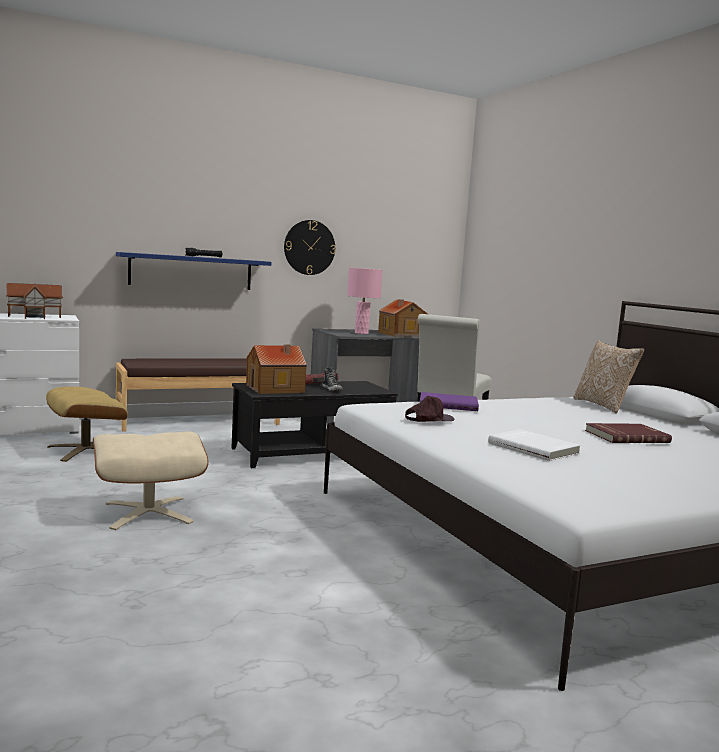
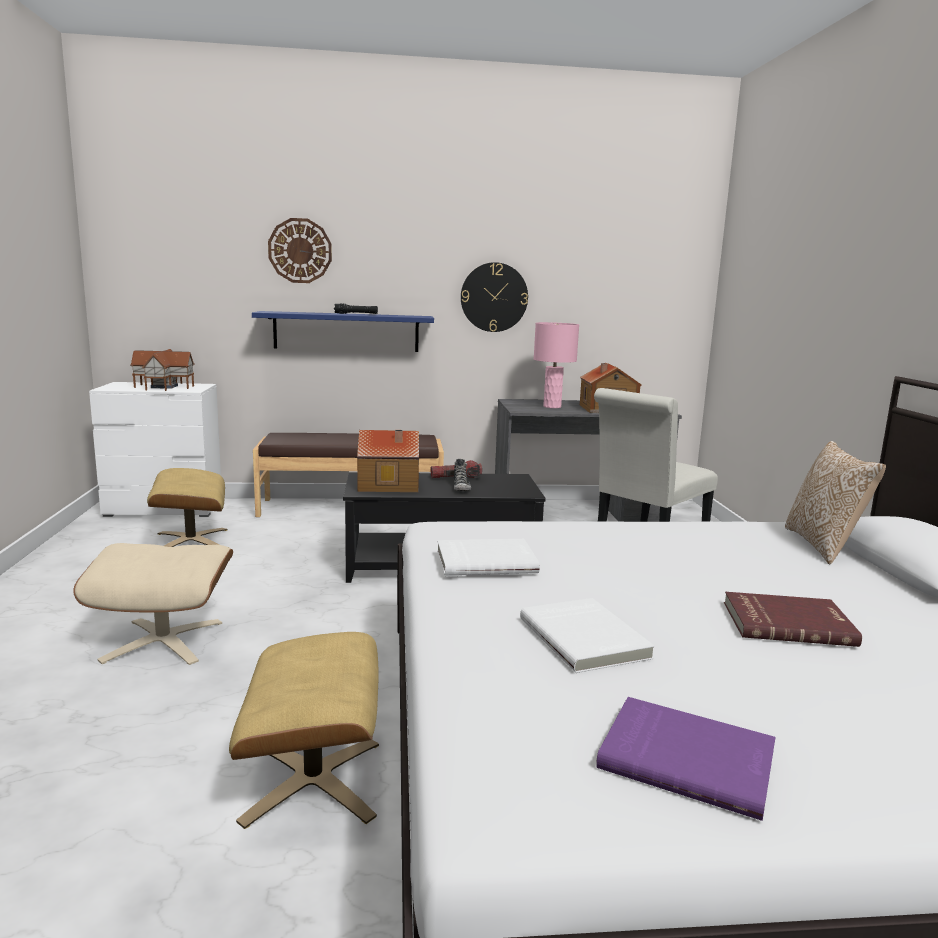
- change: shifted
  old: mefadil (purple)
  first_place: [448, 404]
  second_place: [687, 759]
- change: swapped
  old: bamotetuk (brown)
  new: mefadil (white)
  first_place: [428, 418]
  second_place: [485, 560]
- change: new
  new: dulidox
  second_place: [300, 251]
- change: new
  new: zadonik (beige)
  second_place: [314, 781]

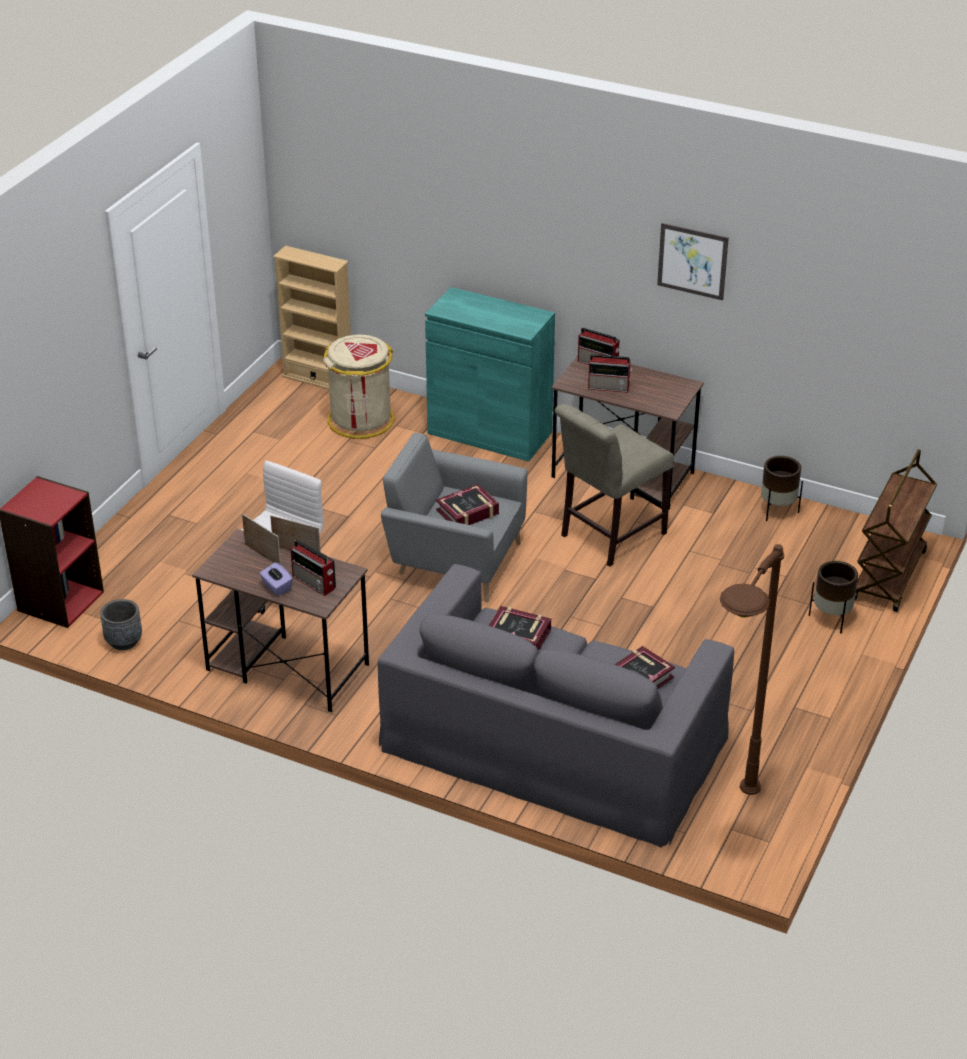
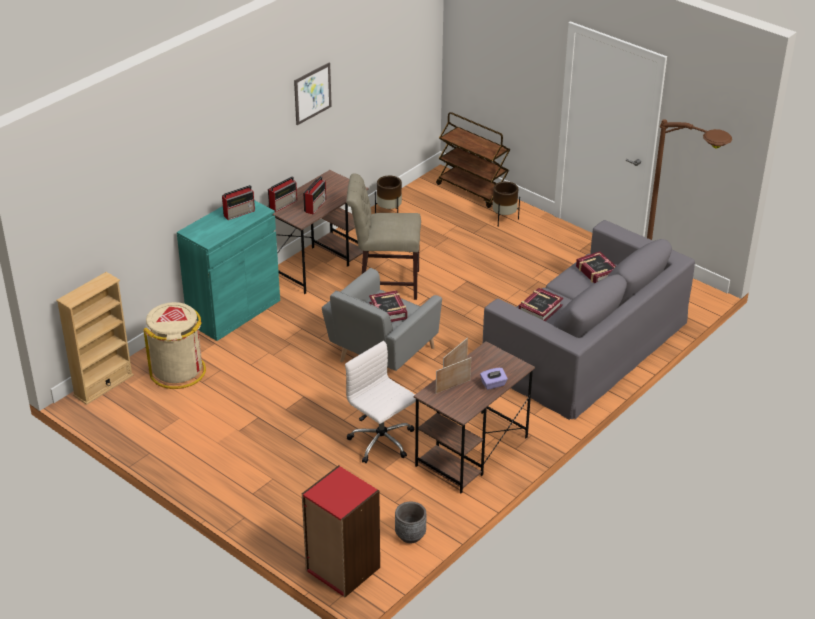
- change: rotated
  old: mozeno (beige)
  first_place: [608, 536]
  second_place: [385, 283]
  degrees: 120
- change: shifted
  old: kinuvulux
  first_place: [314, 583]
  second_place: [239, 213]

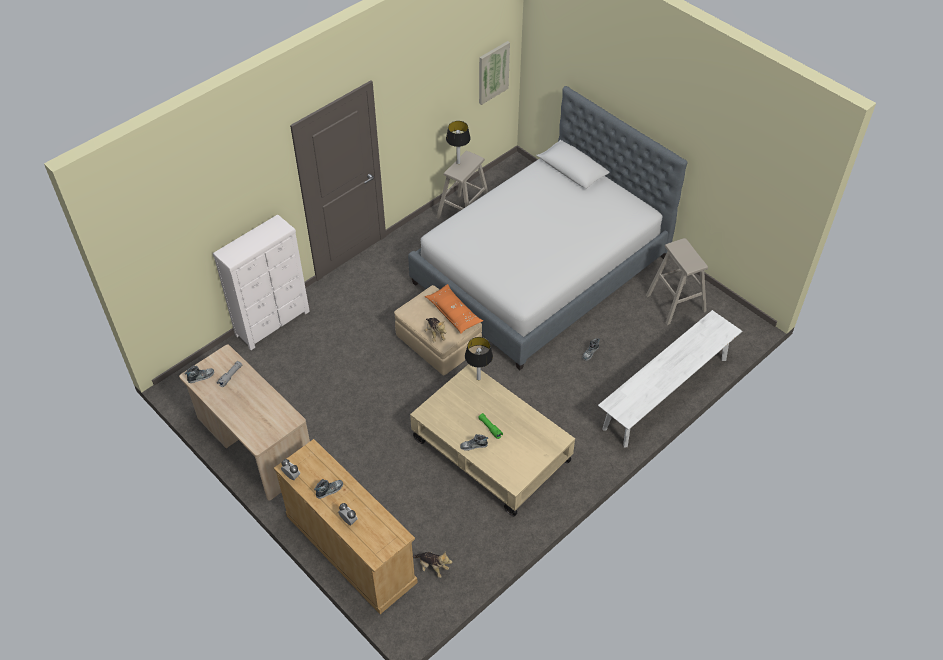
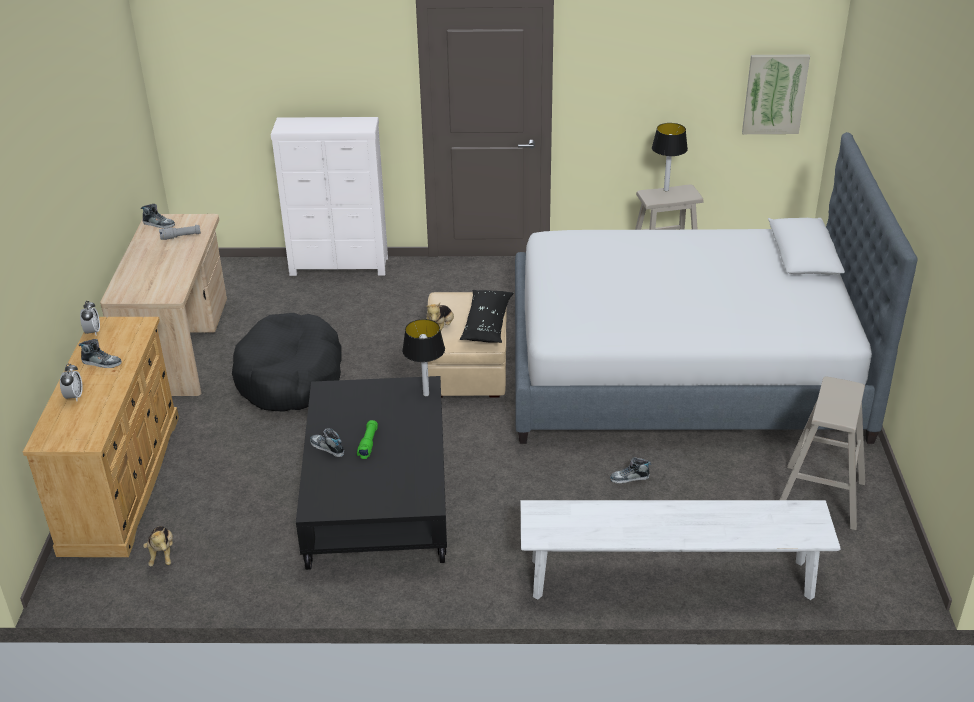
- change: repainted
  old: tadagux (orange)
  new: tadagux (black)
  first_place: [454, 313]
  second_place: [487, 324]
- change: repainted
  old: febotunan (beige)
  new: febotunan (black)
  first_place: [491, 450]
  second_place: [379, 495]
- change: new
  new: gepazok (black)
  second_place: [290, 377]

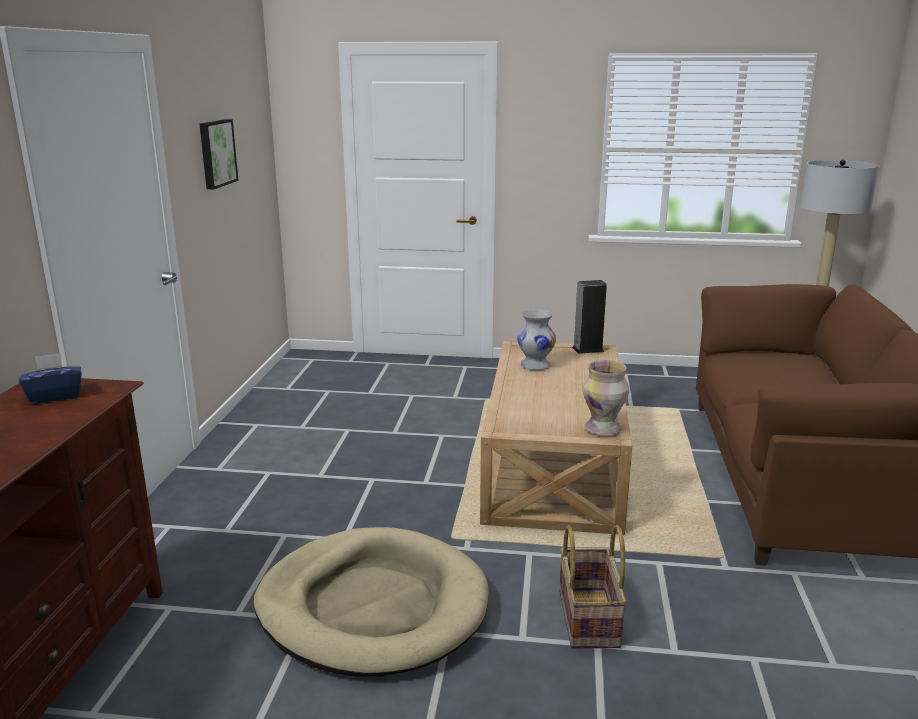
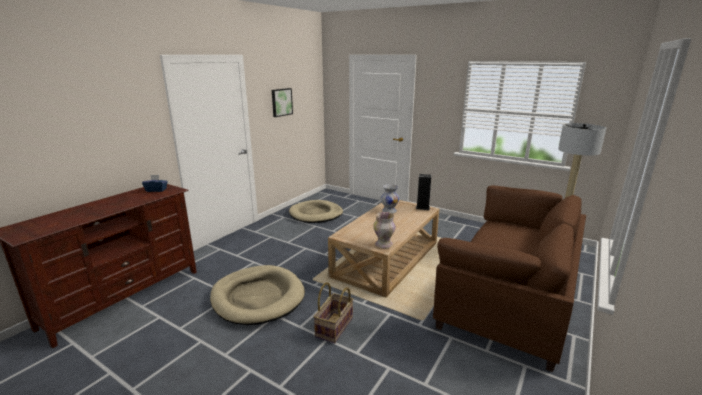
- change: new
  new: gepazok (beige)
  second_place: [316, 214]

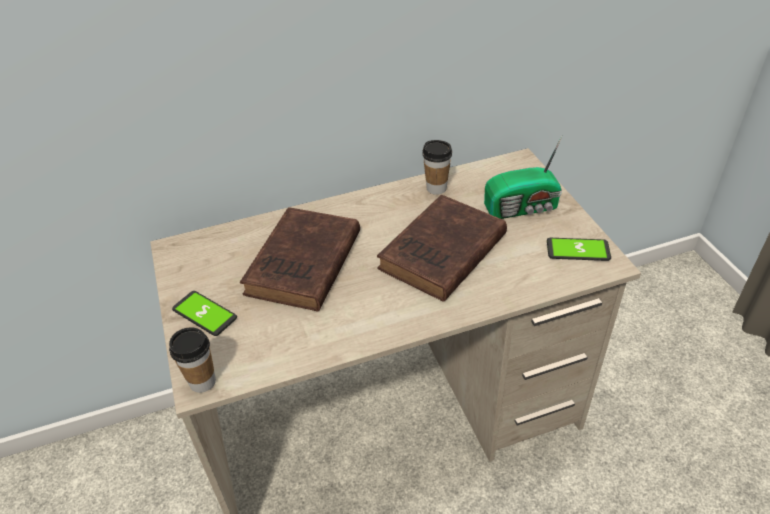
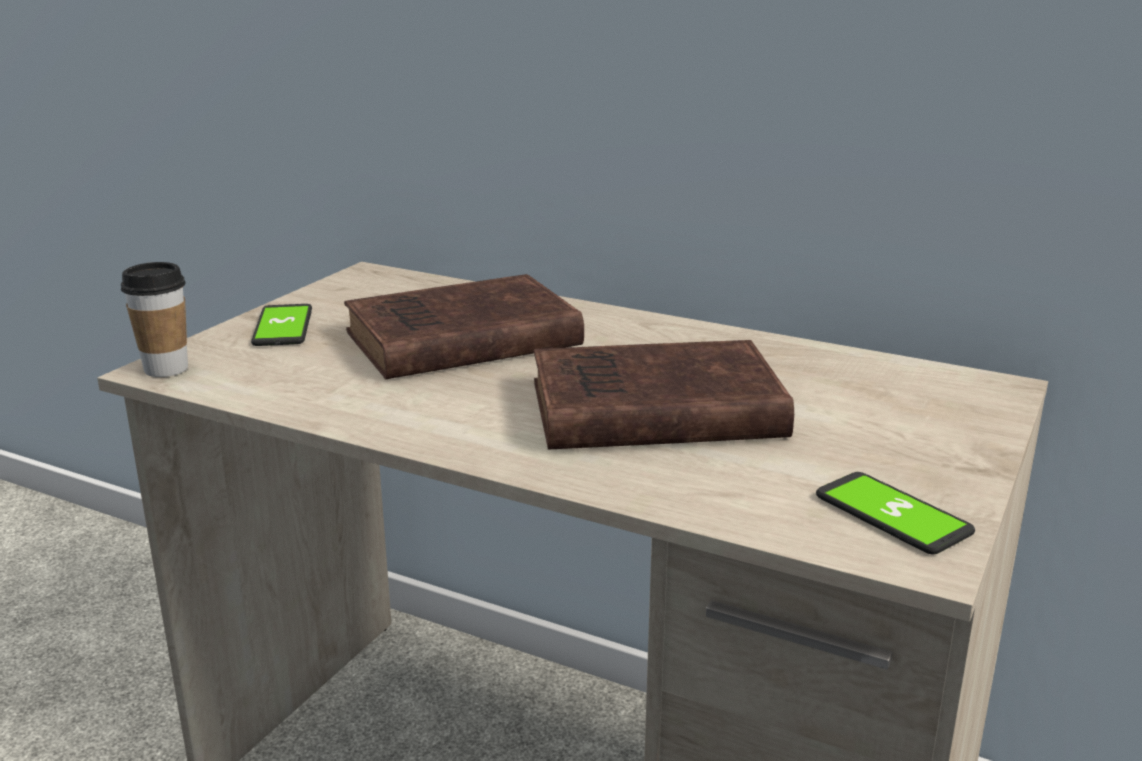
- change: gone
  old: kinuvulux
  first_place: [523, 208]
- change: gone
  old: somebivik
  first_place: [436, 188]

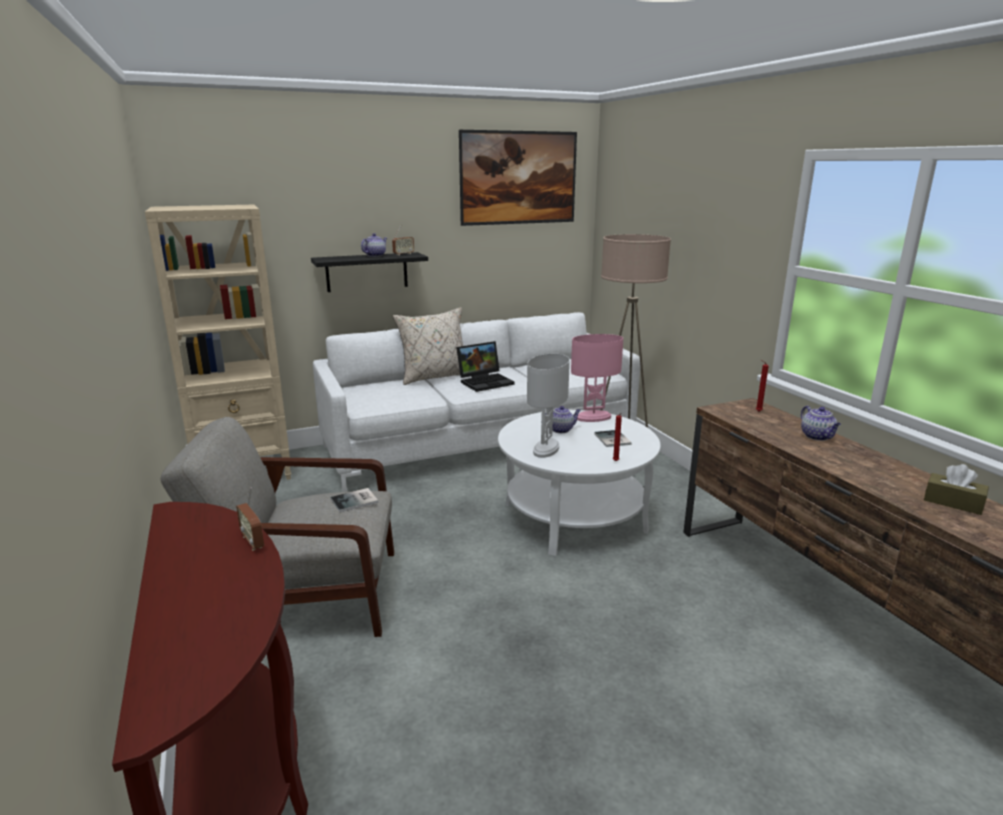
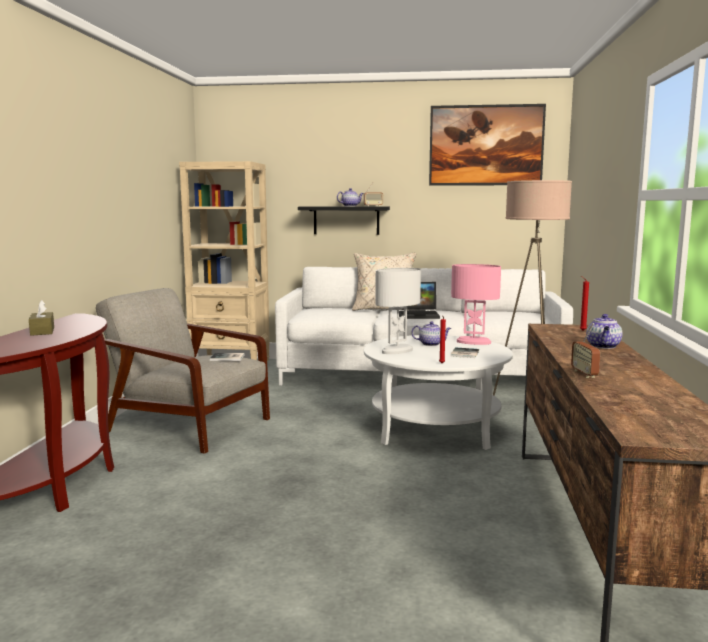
- change: shifted
  old: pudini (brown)
  first_place: [953, 502]
  second_place: [42, 331]
- change: shifted
  old: kinuvulux
  first_place: [253, 542]
  second_place: [584, 374]

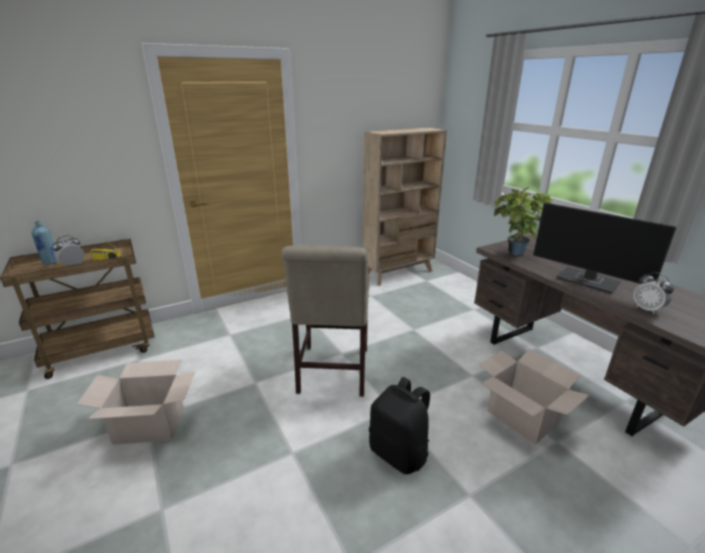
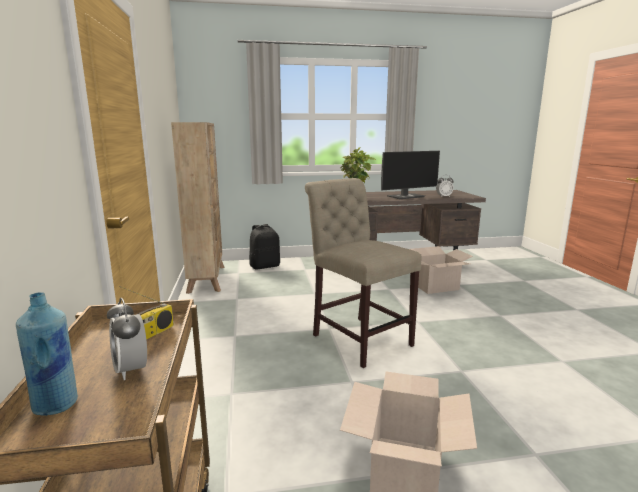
- change: rotated
  old: mozeno (beige)
  first_place: [332, 373]
  second_place: [358, 337]
  degrees: -150
- change: shifted
  old: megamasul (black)
  first_place: [399, 453]
  second_place: [265, 266]

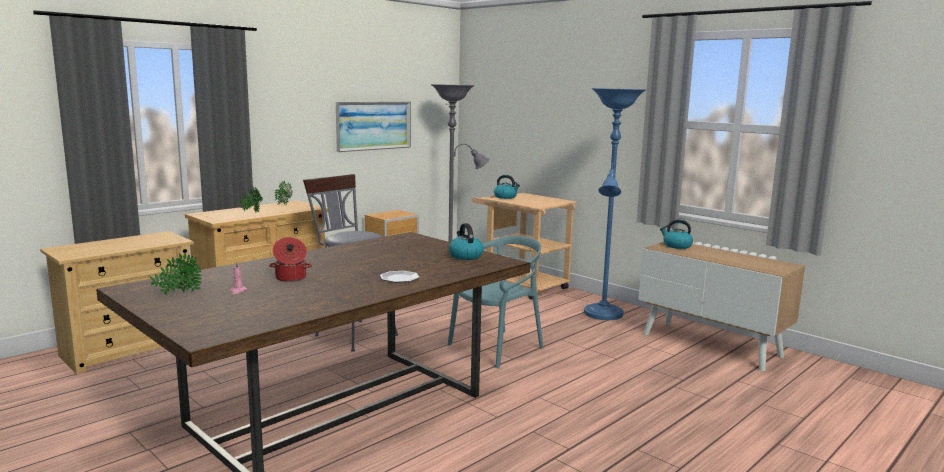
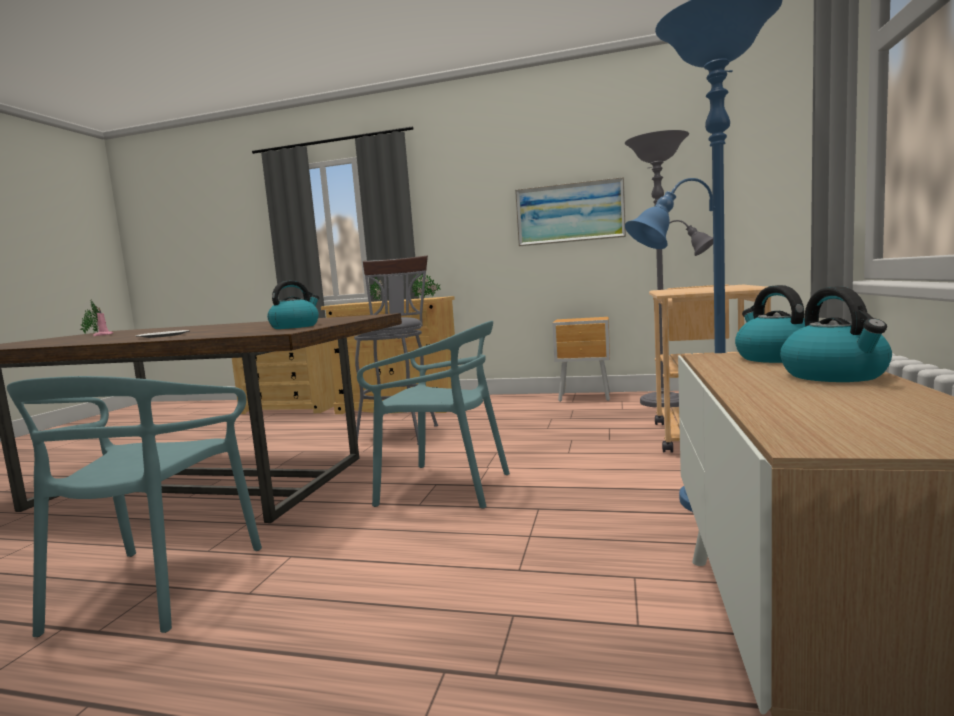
- change: shifted
  old: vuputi
  first_place: [506, 197]
  second_place: [835, 375]
- change: gone
  old: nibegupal
  first_place: [290, 278]
- change: new
  new: mozeno (turquoise)
  second_place: [156, 585]

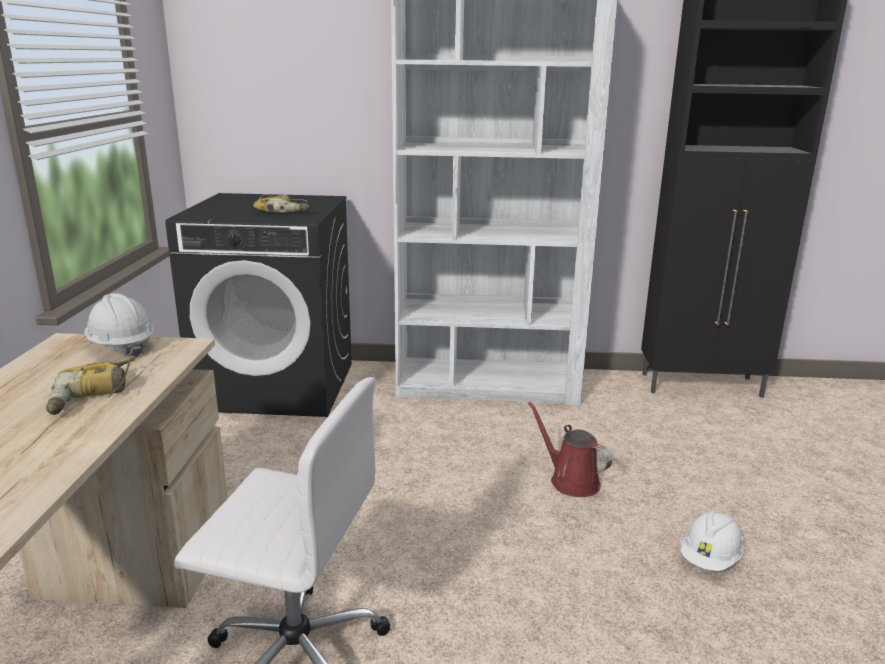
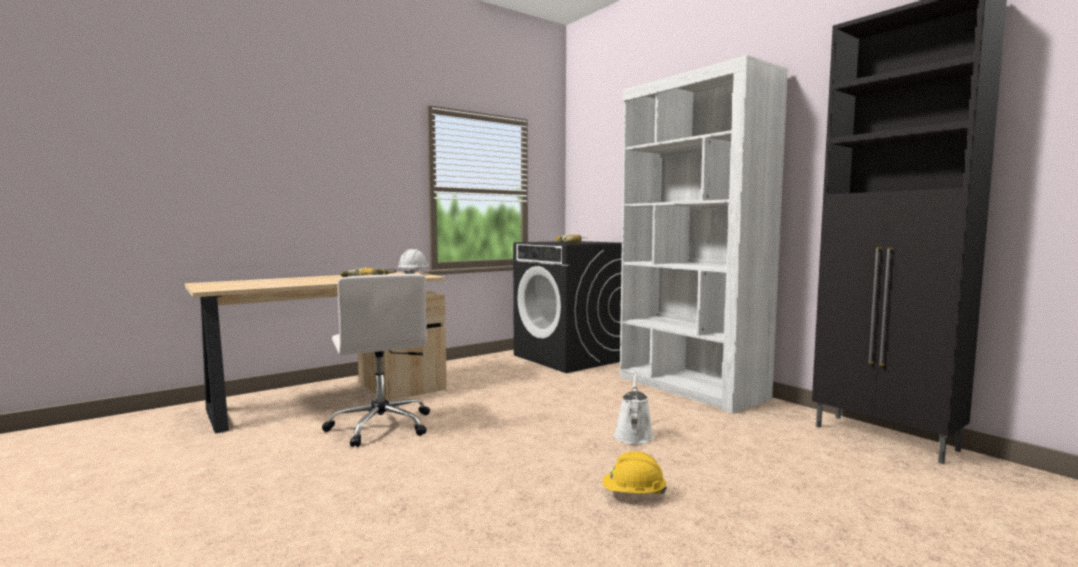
- change: repainted
  old: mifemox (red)
  new: mifemox (white)
  first_place: [570, 481]
  second_place: [633, 434]
- change: repainted
  old: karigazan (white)
  new: karigazan (yellow)
  first_place: [710, 559]
  second_place: [633, 494]

